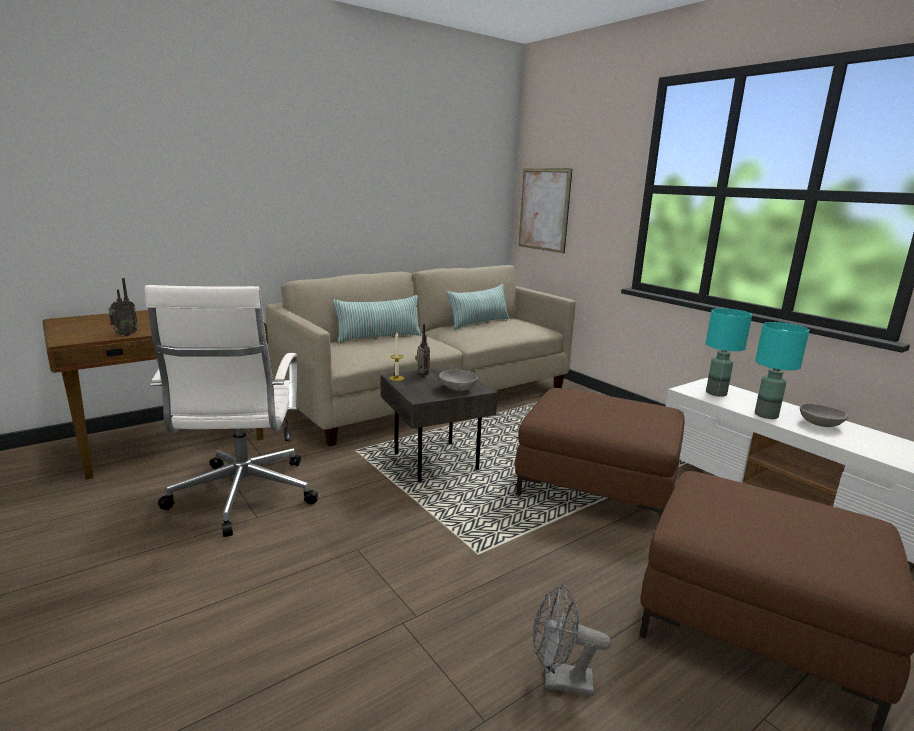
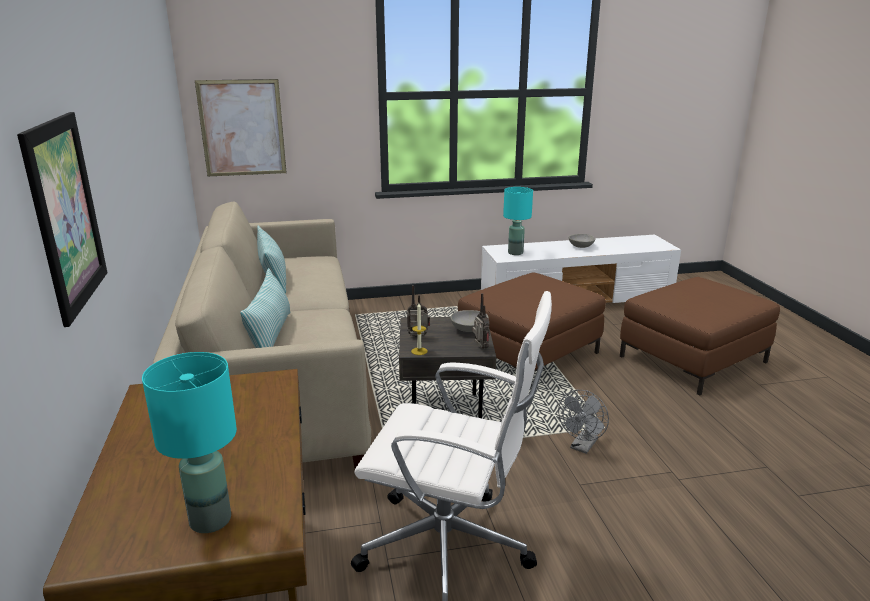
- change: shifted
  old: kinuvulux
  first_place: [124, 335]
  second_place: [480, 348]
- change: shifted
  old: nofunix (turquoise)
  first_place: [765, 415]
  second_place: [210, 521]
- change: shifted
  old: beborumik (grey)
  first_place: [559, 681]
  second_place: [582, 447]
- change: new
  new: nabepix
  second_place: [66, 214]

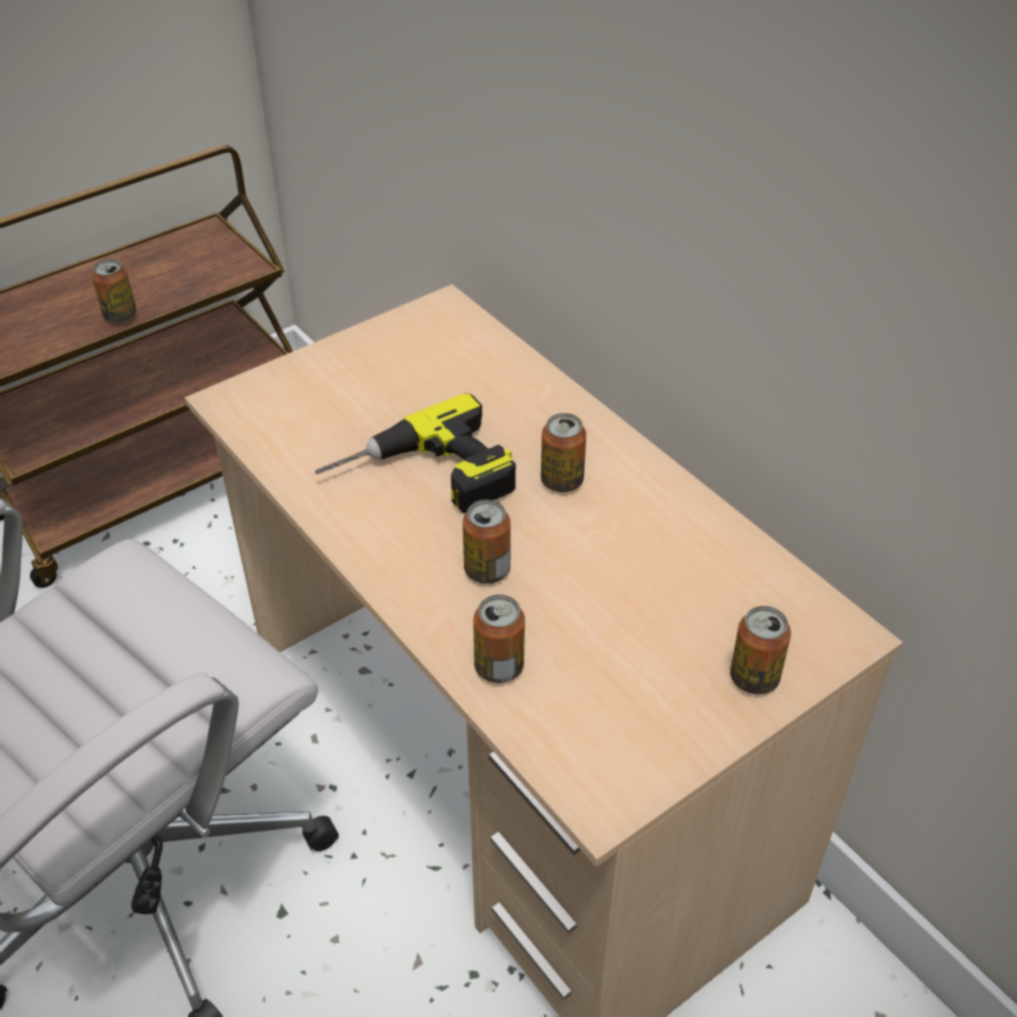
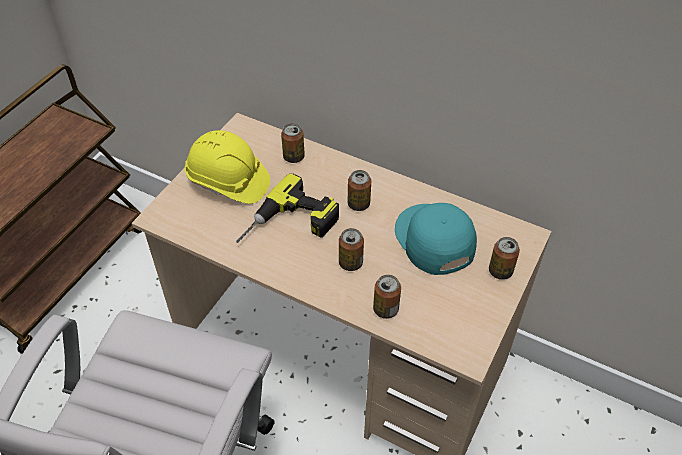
- change: shifted
  old: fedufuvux
  first_place: [120, 315]
  second_place: [293, 157]
- change: new
  new: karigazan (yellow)
  second_place: [228, 182]
- change: new
  new: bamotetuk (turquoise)
  second_place: [433, 240]

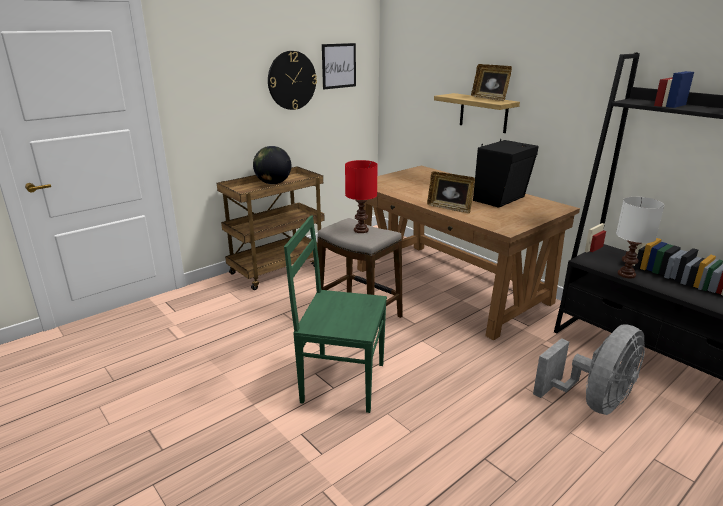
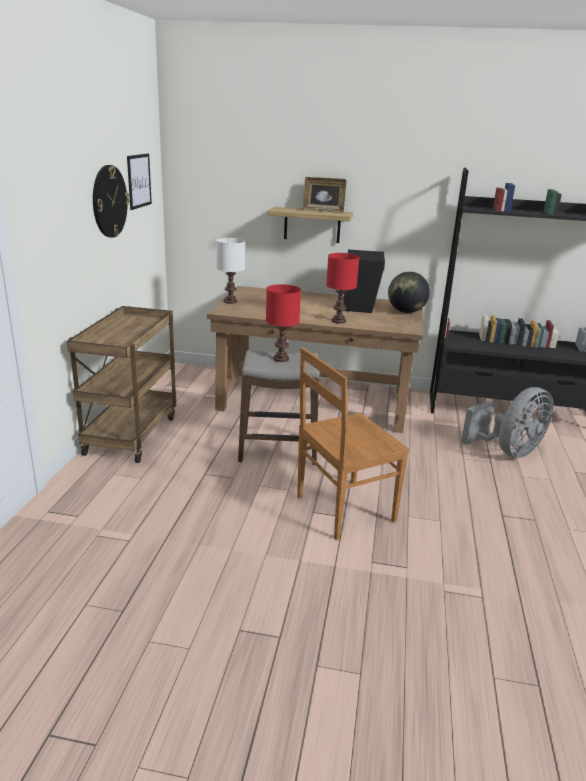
- change: shifted
  old: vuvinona
  first_place: [273, 183]
  second_place: [406, 312]
- change: swapped
  old: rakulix
  new: nofunix (red)
  first_place: [449, 208]
  second_place: [339, 321]
- change: shifted
  old: nofunix (white)
  first_place: [626, 274]
  second_place: [230, 301]
- change: repainted
  old: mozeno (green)
  new: mozeno (brown)
  first_place: [340, 382]
  second_place: [342, 509]
- change: rotated
  old: beborumik (grey)
  first_place: [593, 402]
  second_place: [509, 451]
  degrees: 45

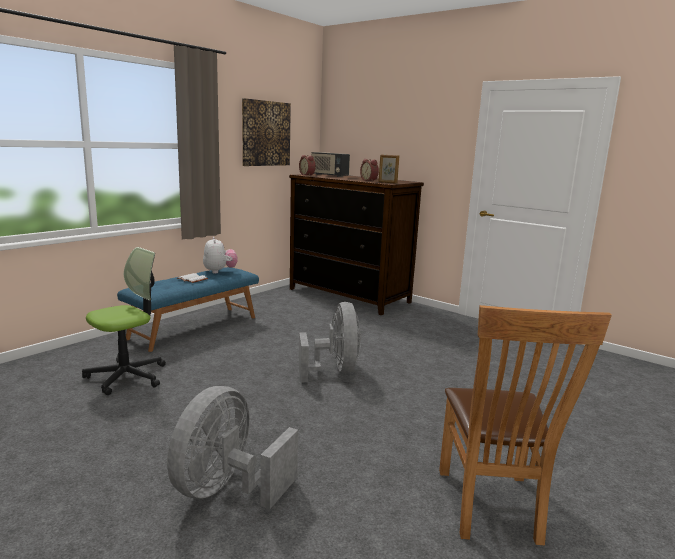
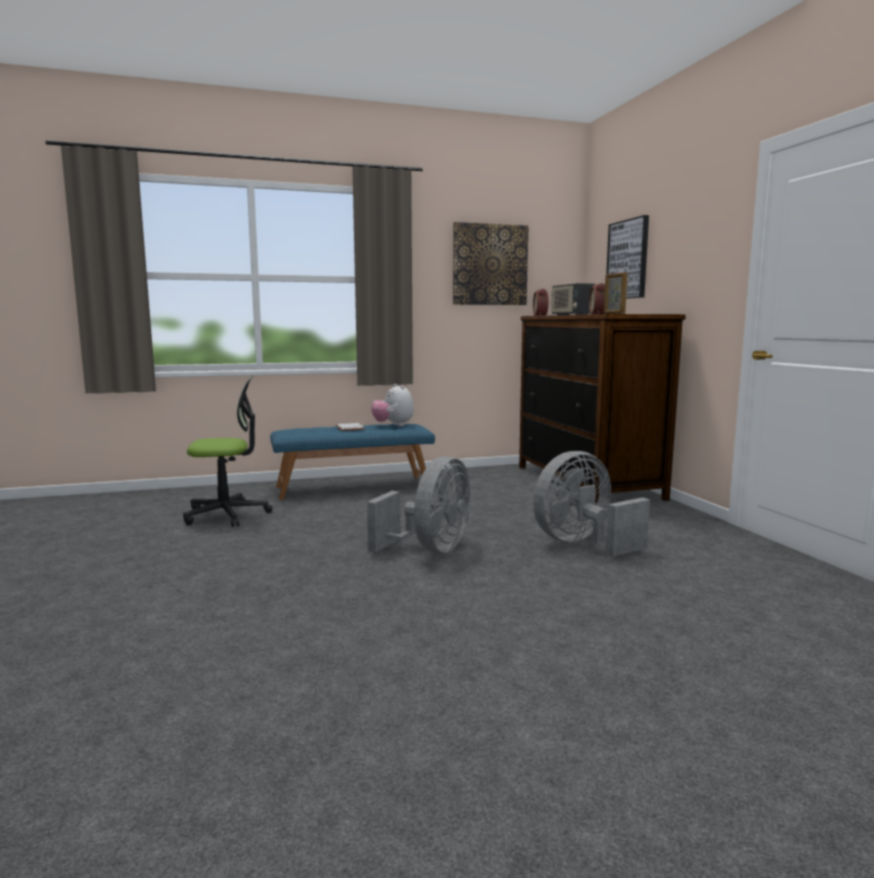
- change: rotated
  old: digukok
  first_place: [219, 271]
  second_place: [393, 425]
  degrees: 135
- change: gone
  old: mozeno (brown)
  first_place: [491, 509]
- change: shifted
  old: beborumik (grey)
  first_place: [227, 489]
  second_place: [582, 543]
- change: new
  new: nabepix
  second_place: [628, 259]

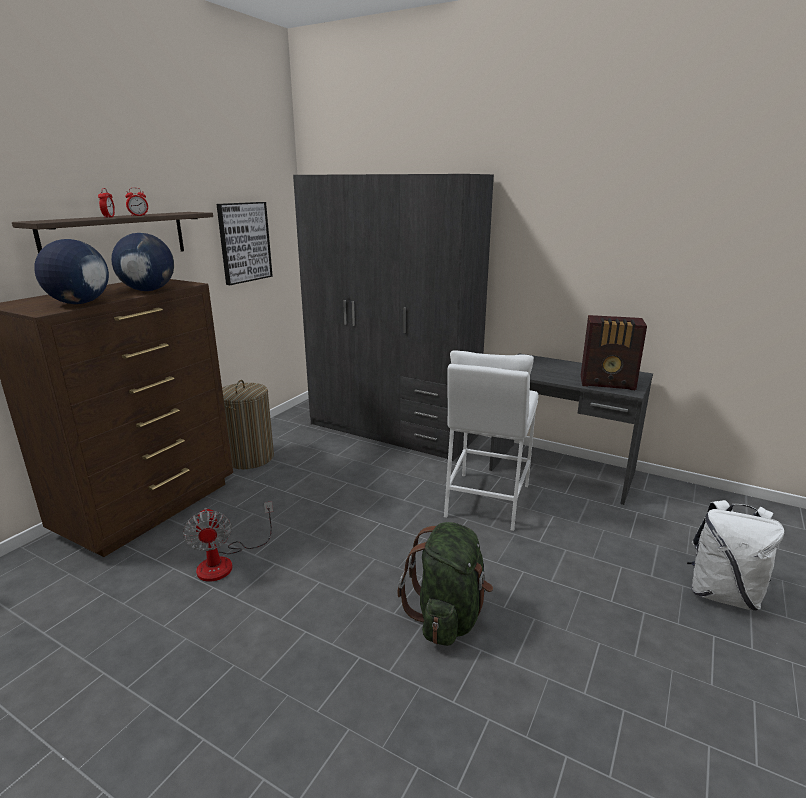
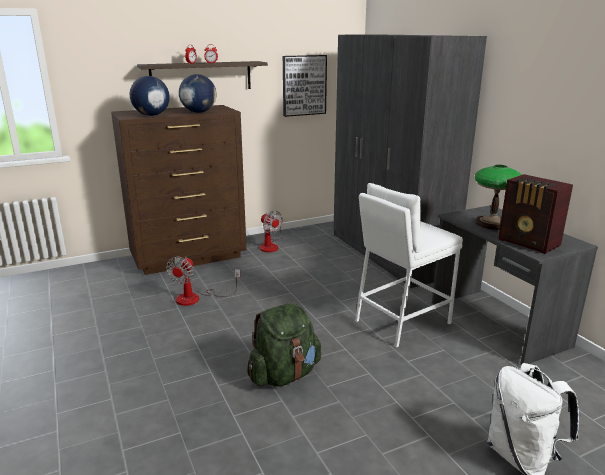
- change: swapped
  old: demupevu
  new: beborumik
  first_place: [249, 457]
  second_place: [271, 245]
- change: new
  new: nofunix
  second_place: [492, 223]

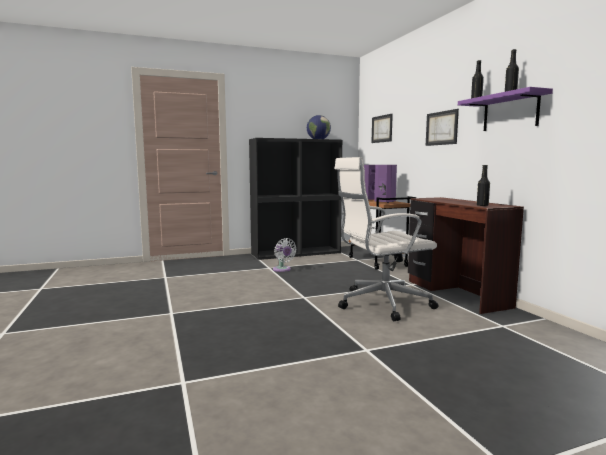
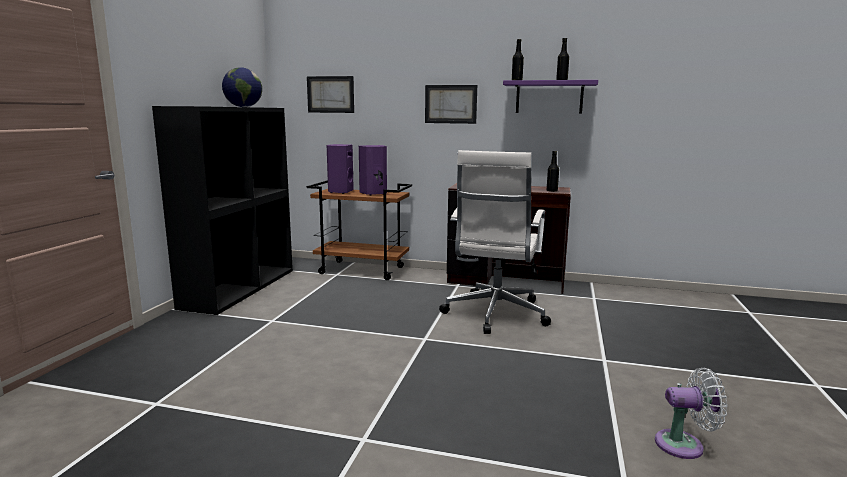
- change: shifted
  old: beborumik (white)
  first_place: [282, 269]
  second_place: [684, 445]

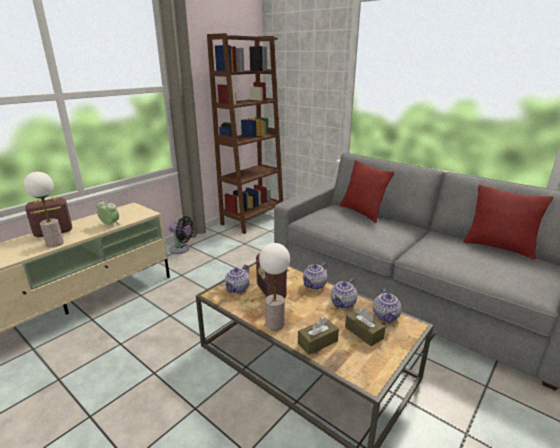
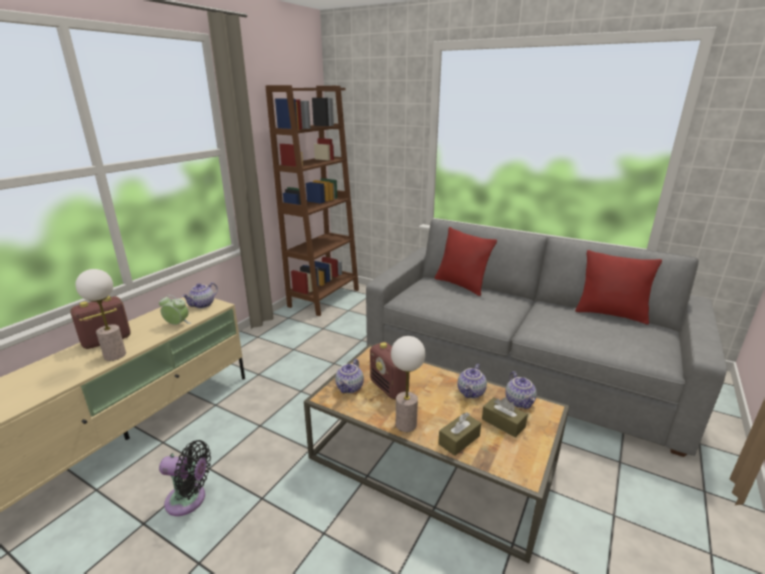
- change: shifted
  old: beborumik (black)
  first_place: [181, 249]
  second_place: [189, 500]
- change: shifted
  old: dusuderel
  first_place: [315, 285]
  second_place: [203, 305]

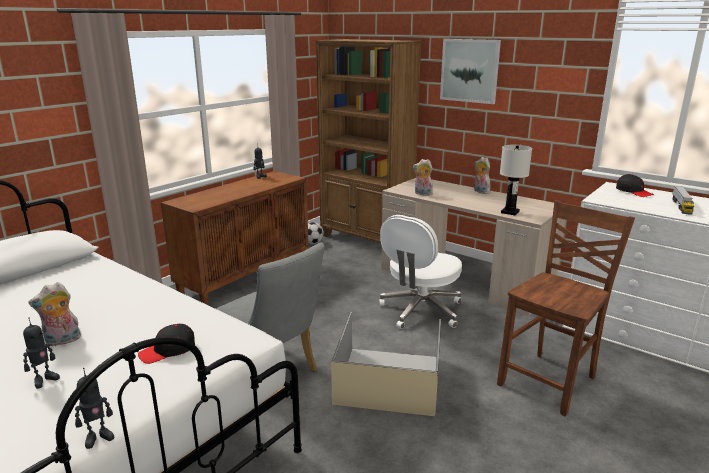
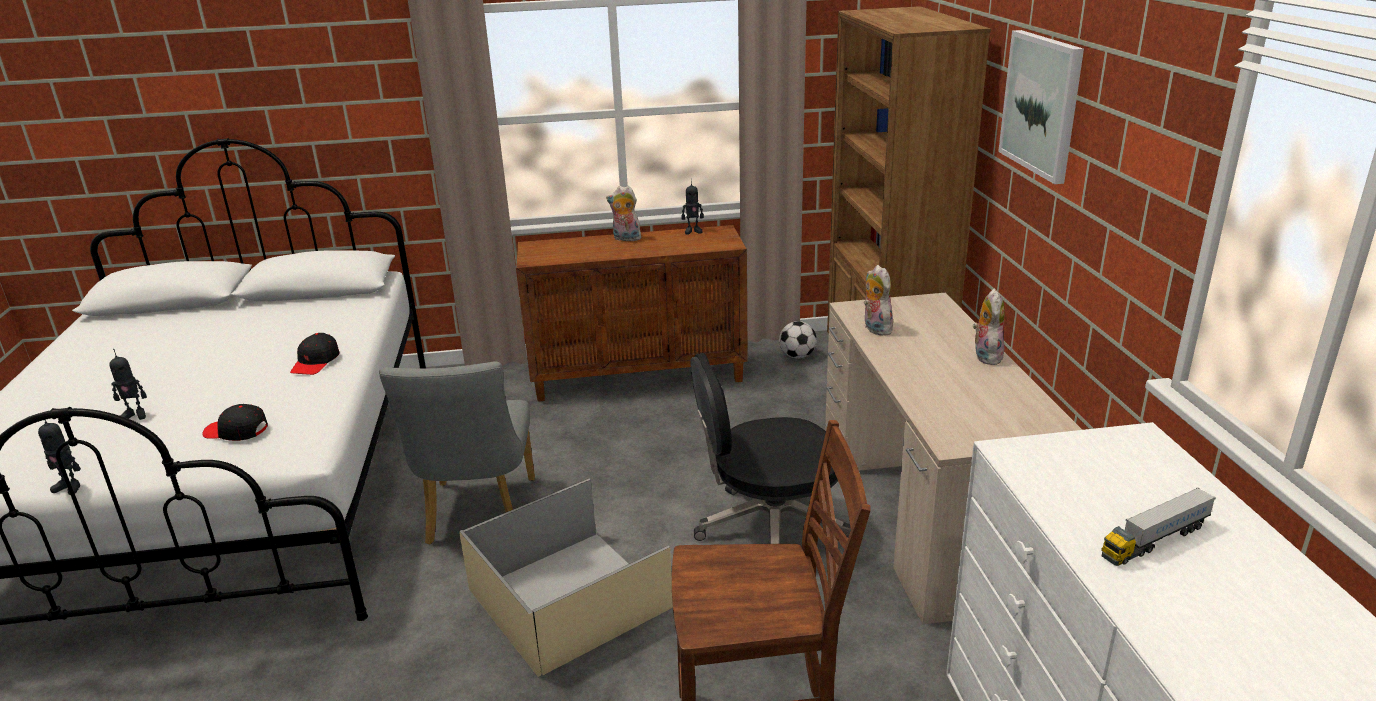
- change: gone
  old: nofunix (white)
  first_place: [509, 212]
- change: shifted
  old: bamotetuk (black)
  first_place: [633, 192]
  second_place: [316, 362]
- change: repainted
  old: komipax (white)
  new: komipax (black)
  first_place: [420, 311]
  second_place: [768, 528]
- change: shifted
  old: digukok
  first_place: [62, 341]
  second_place: [625, 239]

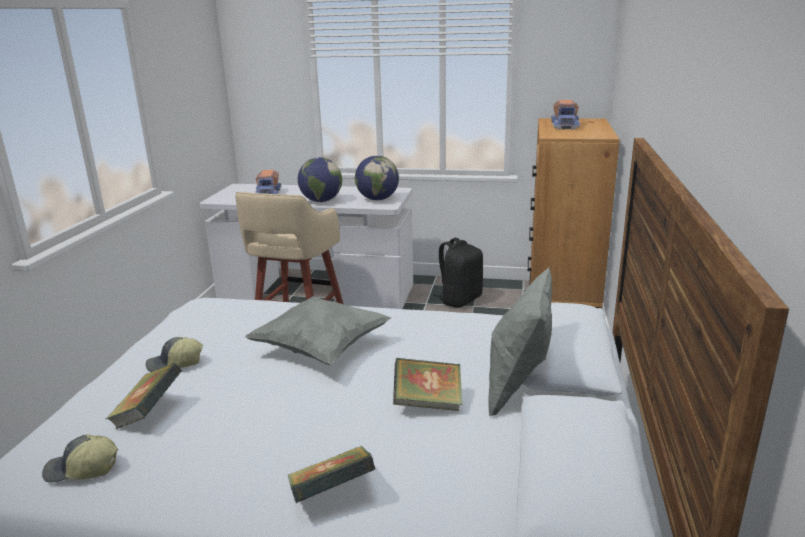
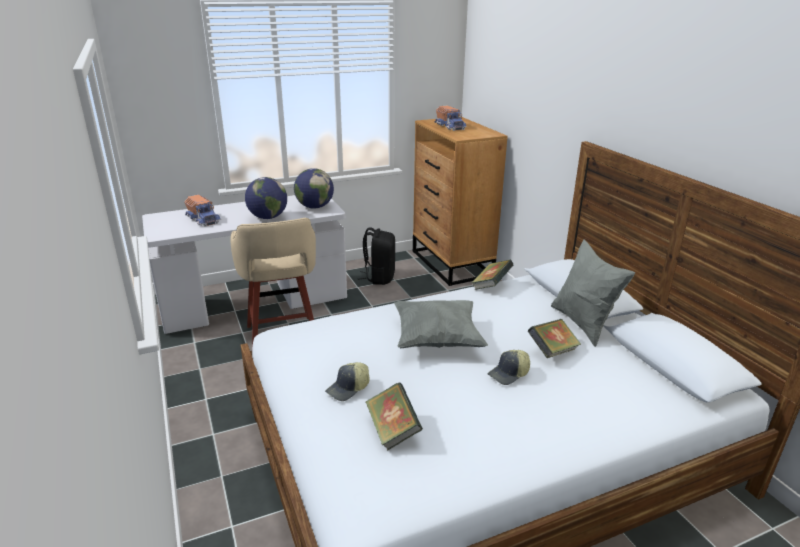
- change: shifted
  old: bamotetuk
  first_place: [82, 470]
  second_place: [509, 374]
- change: shifted
  old: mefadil
  first_place: [332, 494]
  second_place: [491, 286]

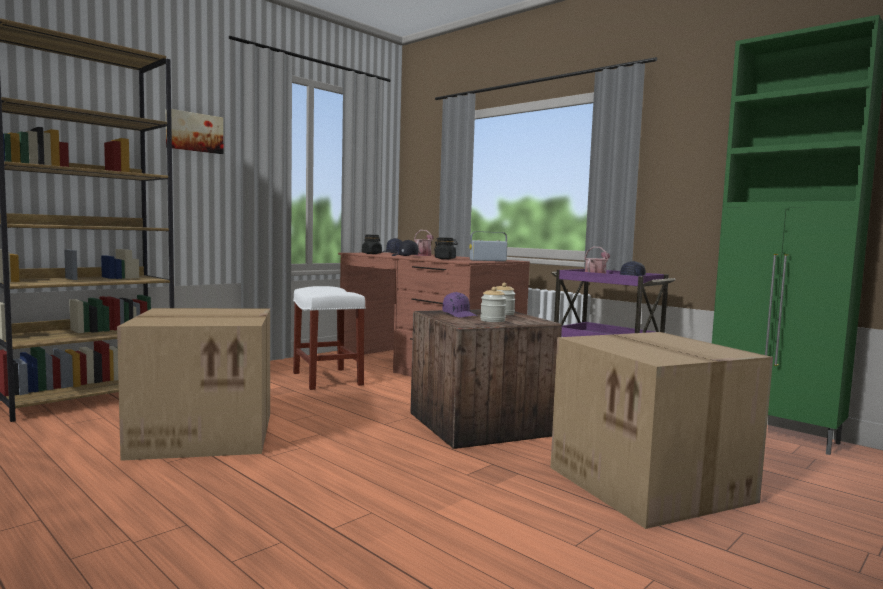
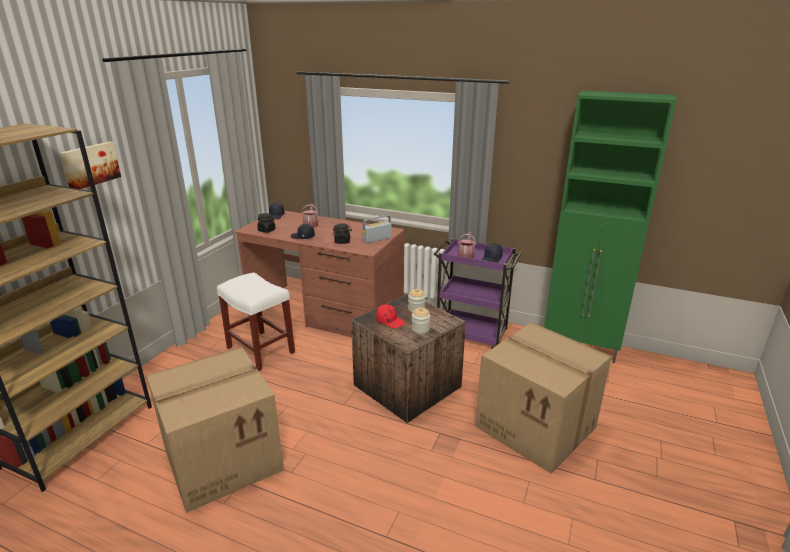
- change: repainted
  old: bamotetuk (purple)
  new: bamotetuk (red)
  first_place: [460, 315]
  second_place: [390, 321]

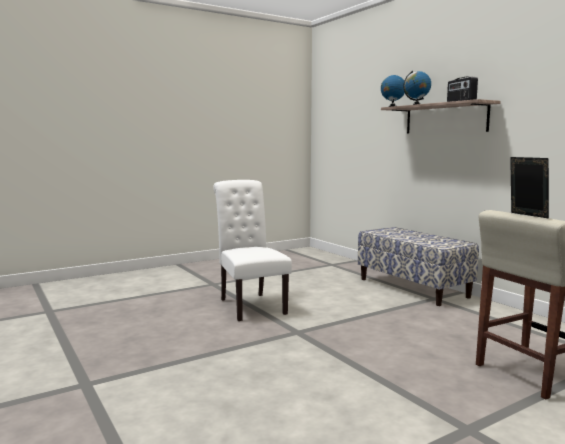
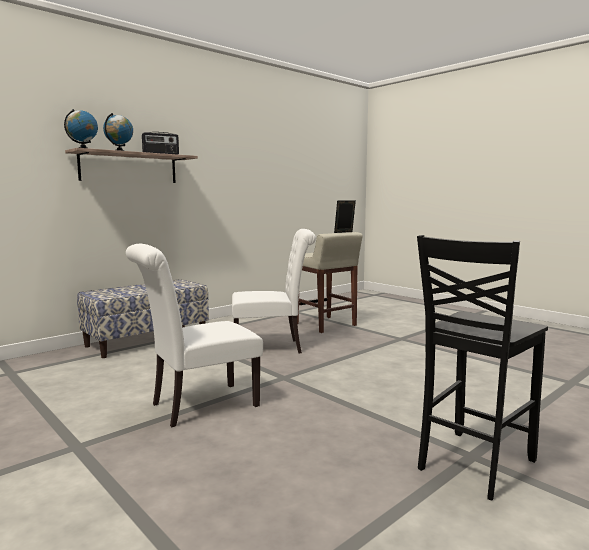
- change: new
  new: mozeno (white)
  second_place: [272, 347]
- change: new
  new: mozeno (black)
  second_place: [472, 464]

